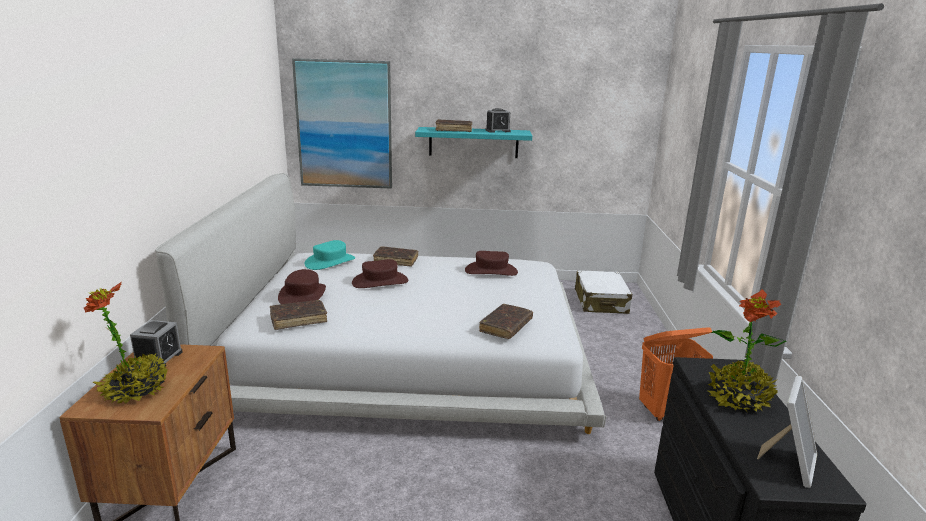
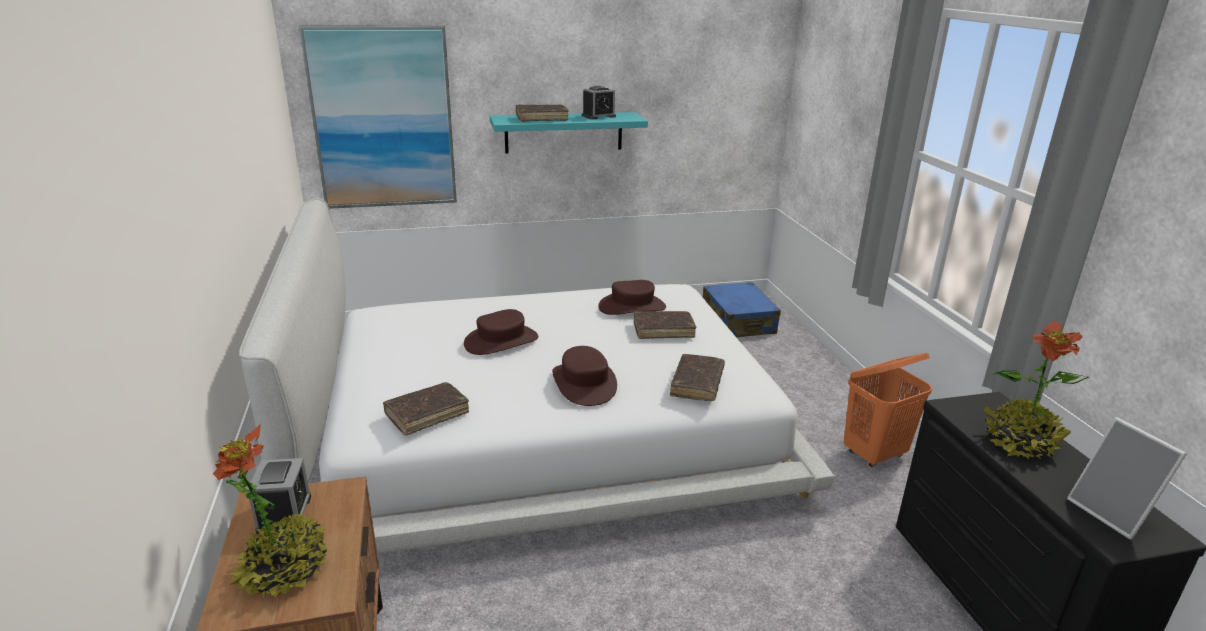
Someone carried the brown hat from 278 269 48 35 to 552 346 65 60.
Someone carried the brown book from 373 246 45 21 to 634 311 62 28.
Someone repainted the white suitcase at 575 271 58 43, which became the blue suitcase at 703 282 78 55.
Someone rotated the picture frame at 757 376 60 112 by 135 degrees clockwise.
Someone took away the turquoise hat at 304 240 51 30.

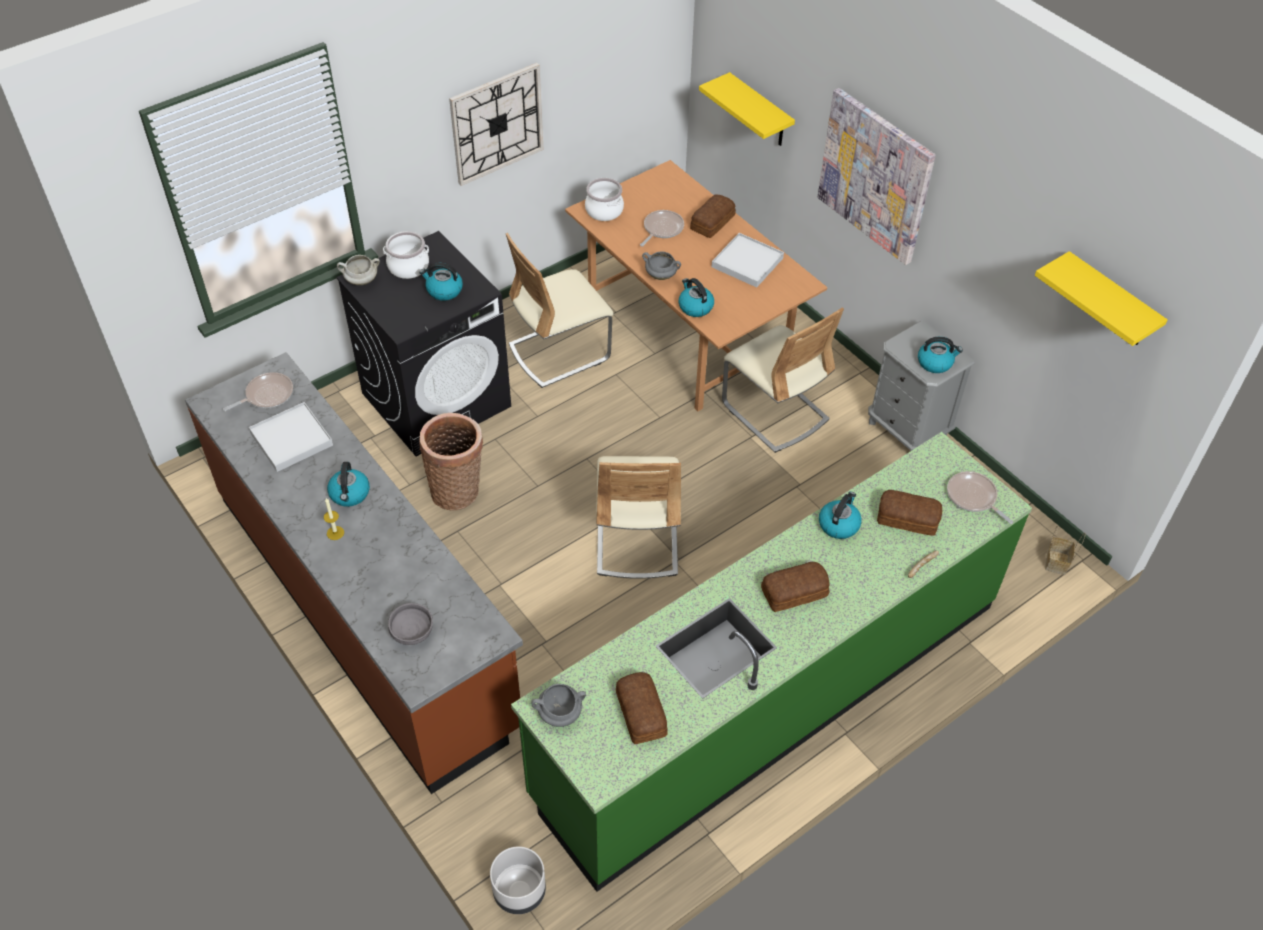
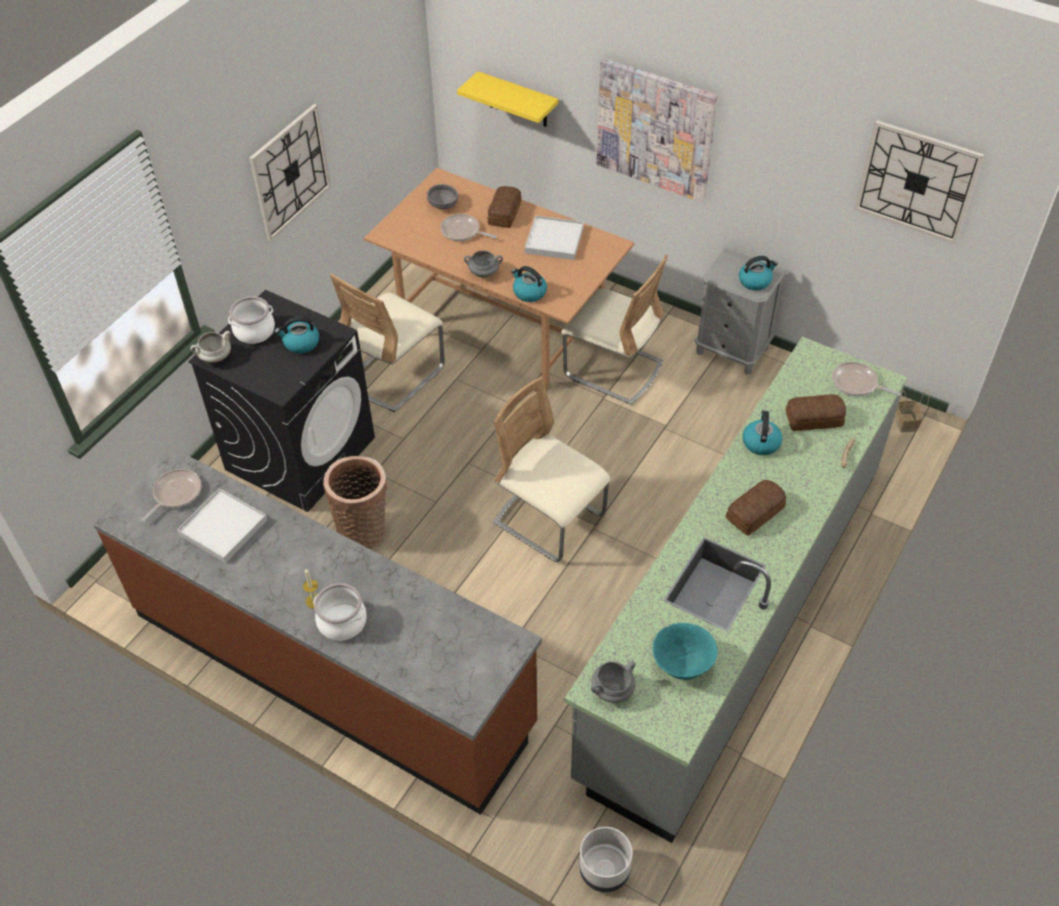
Someone carried the cooking pot from 585 178 39 43 to 313 583 54 58.
Someone carried the grey bowl from 388 603 45 42 to 427 184 31 25.
Someone rotated the frying pan at 640 210 44 36 by 75 degrees counterclockwise.
Someone rotated the beige chair at 596 456 85 123 by 150 degrees clockwise.
Someone repainted the green counter at 511 432 521 460, which became the grey counter at 564 337 343 506.
Someone swapped the bread at 616 672 52 72 for the turquoise bowl at 653 623 65 57.
Someone swapped the yellow shelf at 1035 251 133 95 for the wall clock at 855 120 129 124.
Someone took away the kettle at 327 462 43 45.

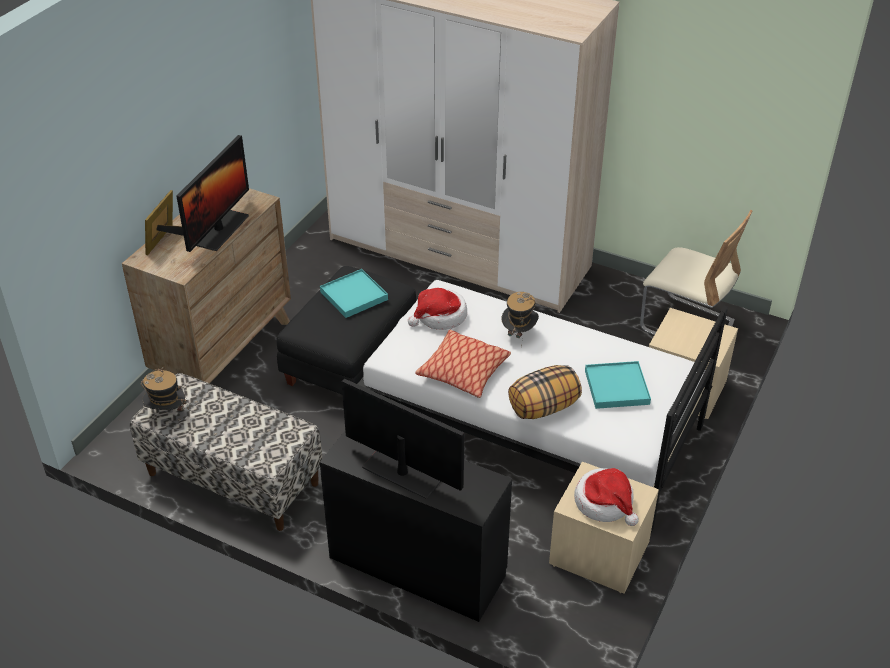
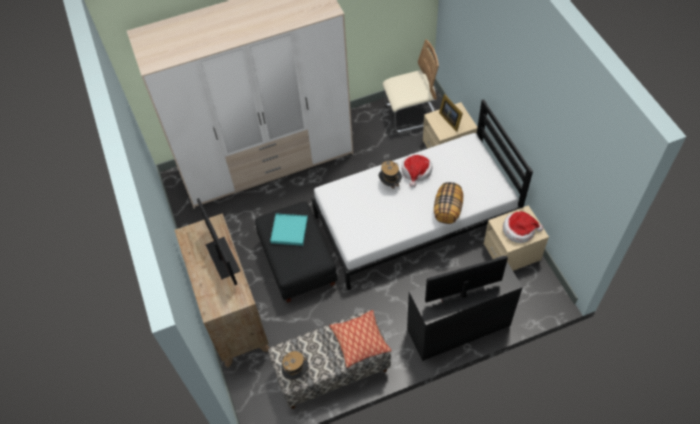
Someone carried the pillow from 415 330 96 68 to 329 310 63 58.
Someone carried the hat from 408 288 59 42 to 402 153 30 34.
Someone carried the picture frame from 145 190 39 65 to 439 94 24 38.
Someone took away the turquoise tray at 585 361 66 48.

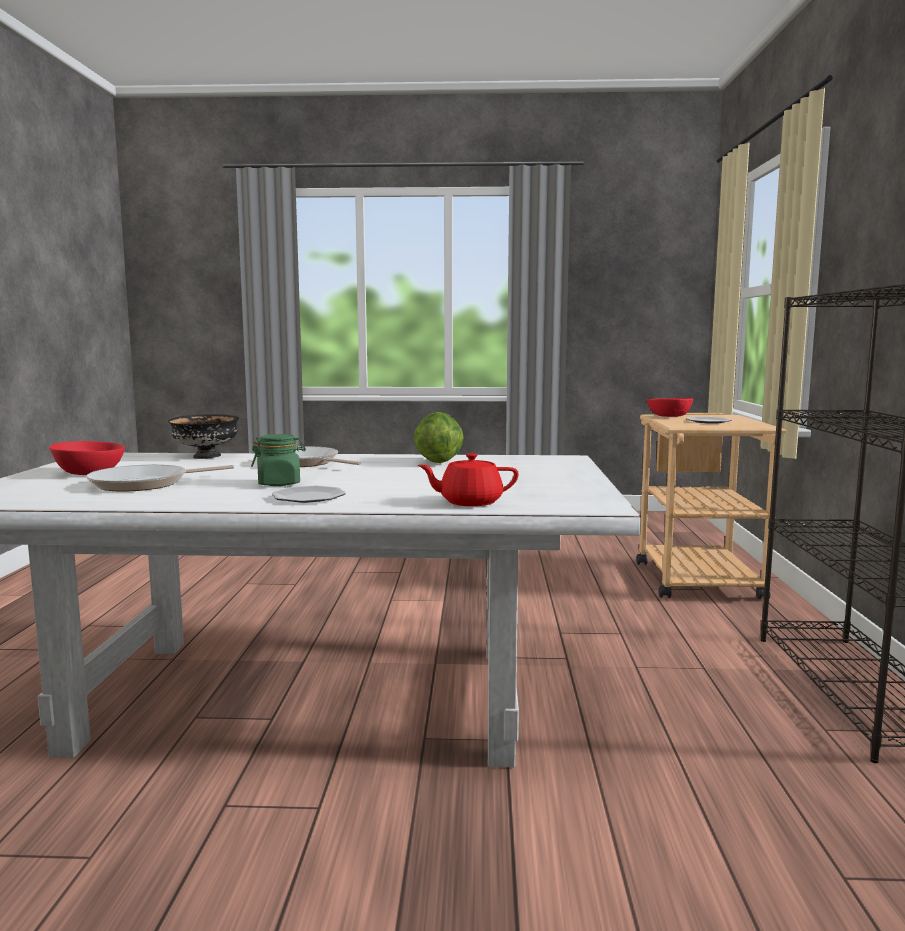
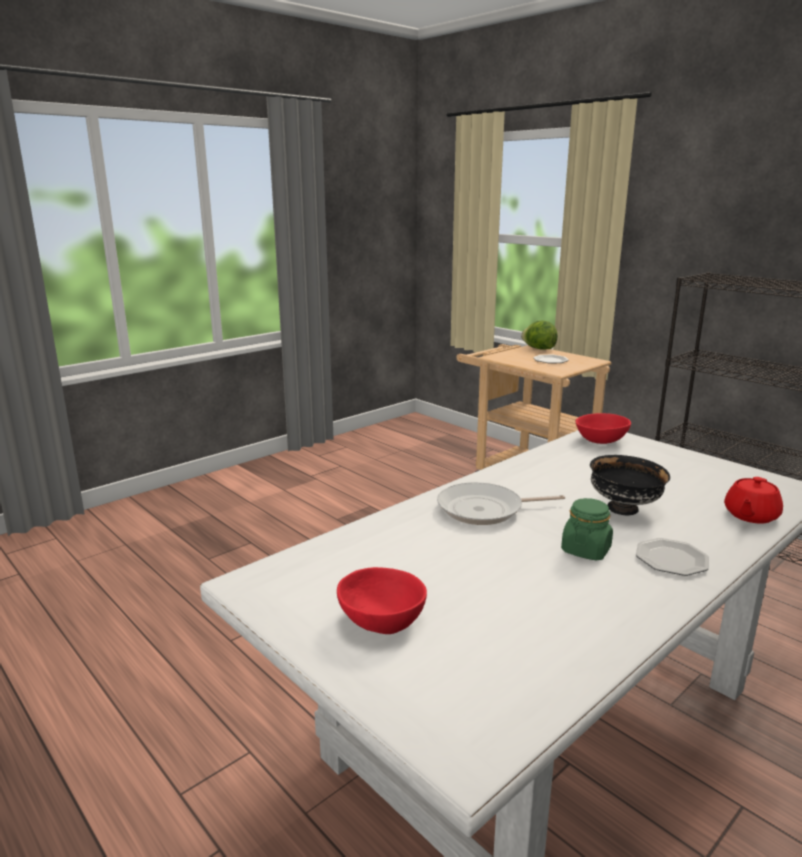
Someone carried the lettuce from 414 412 50 51 to 521 320 37 30.
Someone carried the red bowl from 647 398 46 19 to 576 413 55 31.
Someone carried the black bowl from 168 414 71 45 to 590 455 80 60.
Someone took away the frying pan at 86 465 148 27.

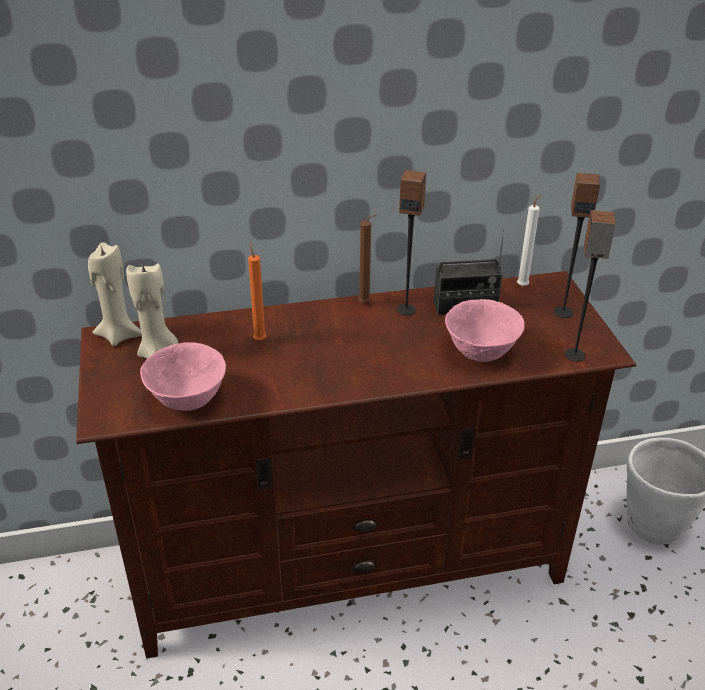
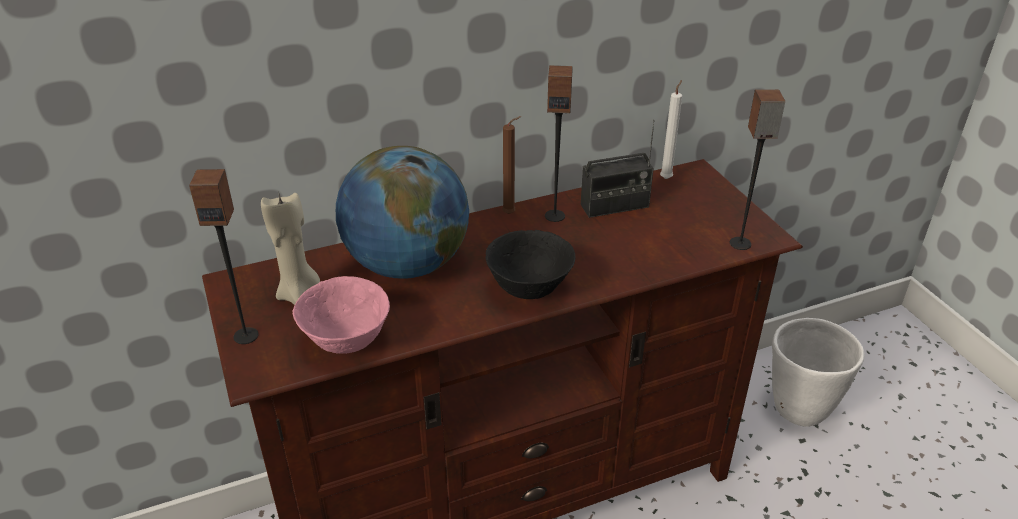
Someone carried the speaker from 554 173 46 145 to 189 169 70 175.
Someone swapped the orange candle at 248 242 18 99 for the globe at 336 146 133 133.
Someone put down the black bowl at 485 230 90 69.
Someone took away the beige candle at 88 242 54 104.
Someone took away the pink bowl at 445 299 80 63.

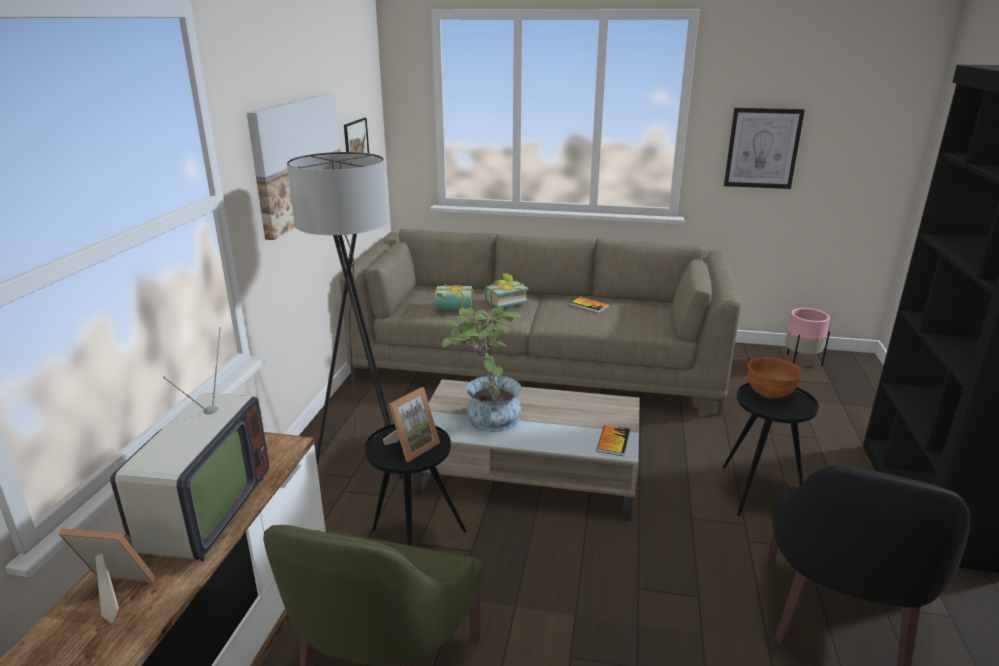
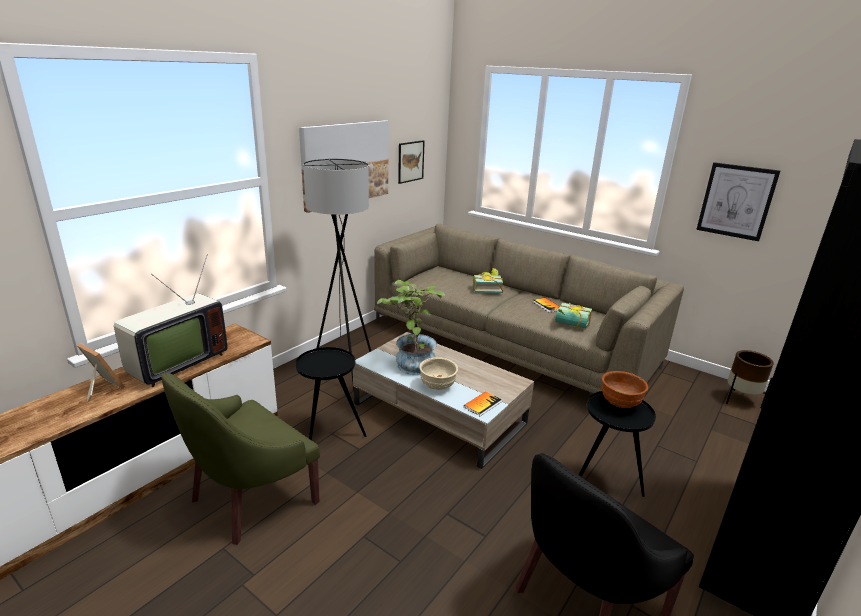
Someone put down the beige bowl at 419 357 39 33.
Someone carried the book from 435 284 38 26 to 556 303 36 25.
Someone repainted the pink planter at 785 308 45 58, which became the brown planter at 726 350 48 58.
Someone took away the picture frame at 383 387 57 75.

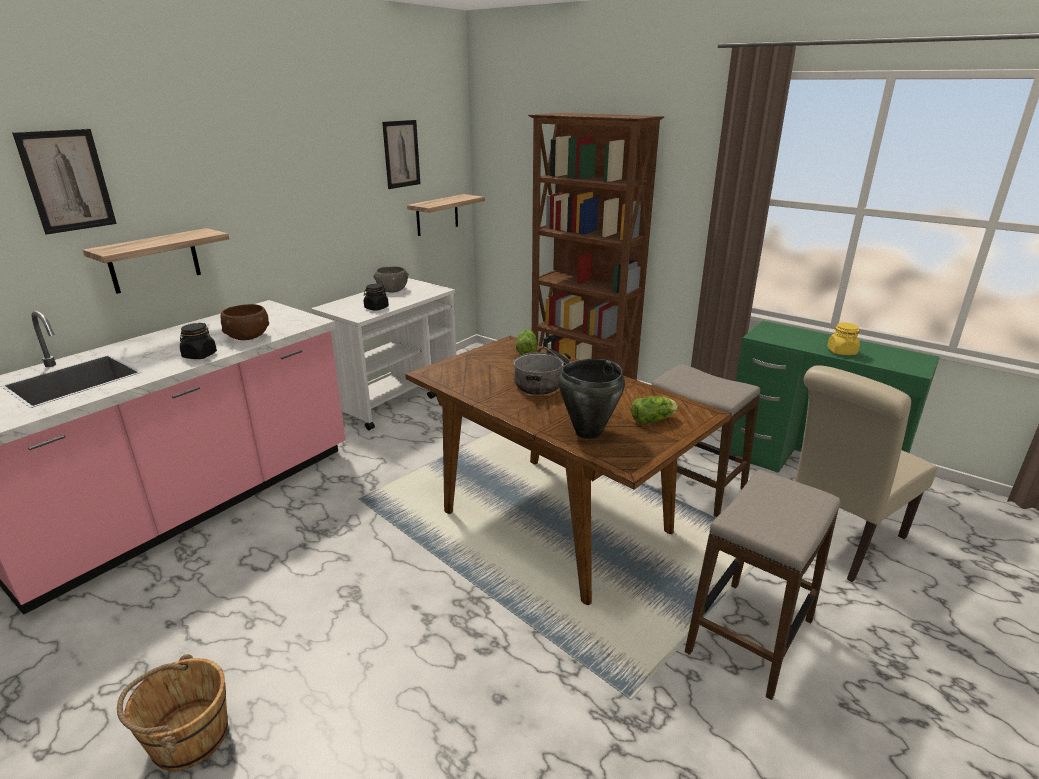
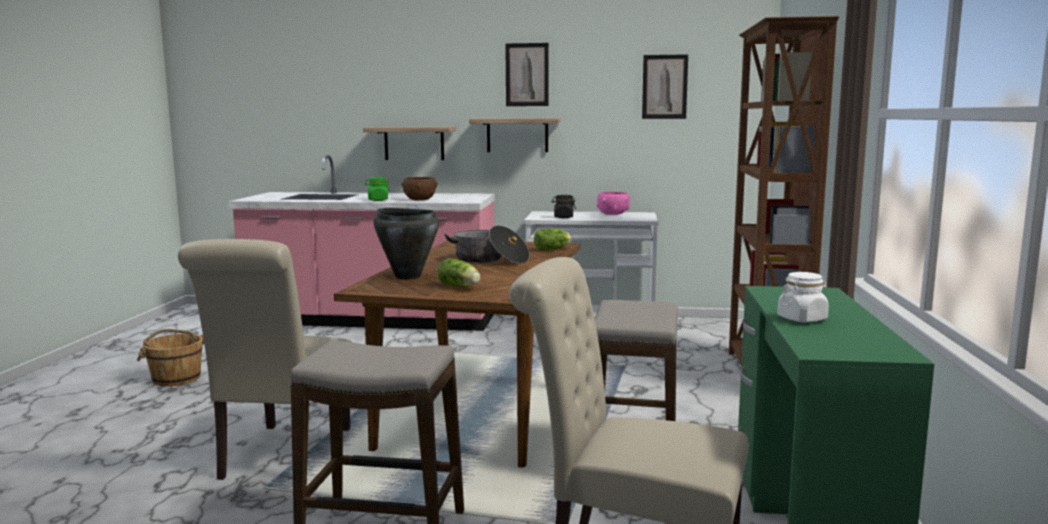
Someone put down the beige chair at 178 239 174 241.
Someone repainted the black jar at 180 323 37 36, which became the green jar at 365 177 25 24.
Someone carried the shelf from 407 194 78 42 to 469 118 92 34.
Someone carried the picture from 12 129 105 106 to 505 43 44 63.
Someone repainted the grey bowl at 374 266 35 27, which became the pink bowl at 597 192 33 23.
Someone repainted the yellow jar at 827 323 33 32, which became the white jar at 778 272 51 50.

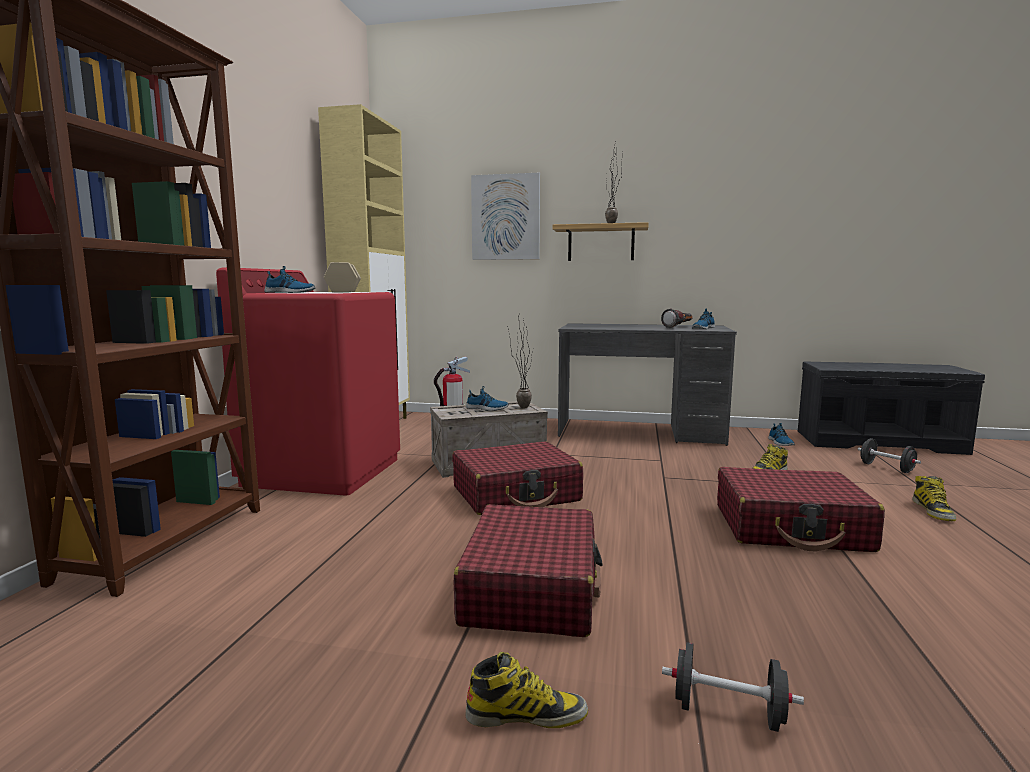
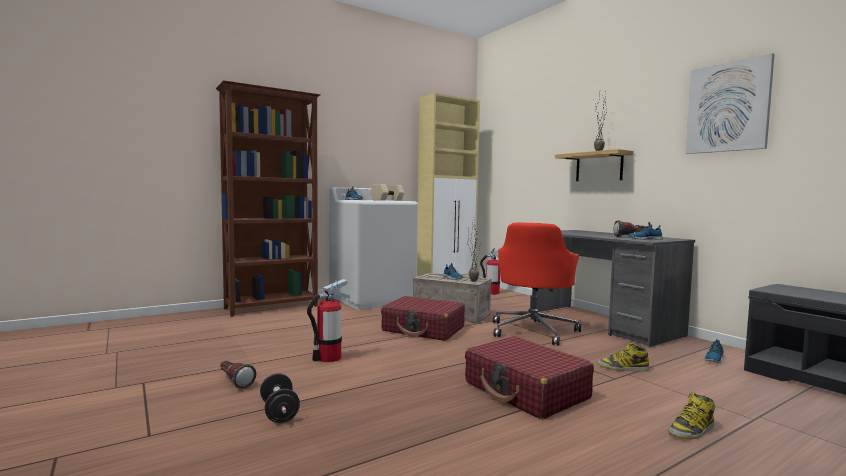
Someone swapped the boot at 466 652 122 76 for the flashlight at 220 361 36 28.
Someone swapped the red suitcase at 454 504 149 133 for the fire extinguisher at 307 279 43 83.
Someone repainted the red washing machine at 216 267 184 229, which became the white washing machine at 329 187 89 123.
Someone put down the red office chair at 493 223 88 123.
Someone carried the picture from 471 173 69 87 to 685 53 90 101.
Someone took away the black dumbbell at 858 438 63 35.

